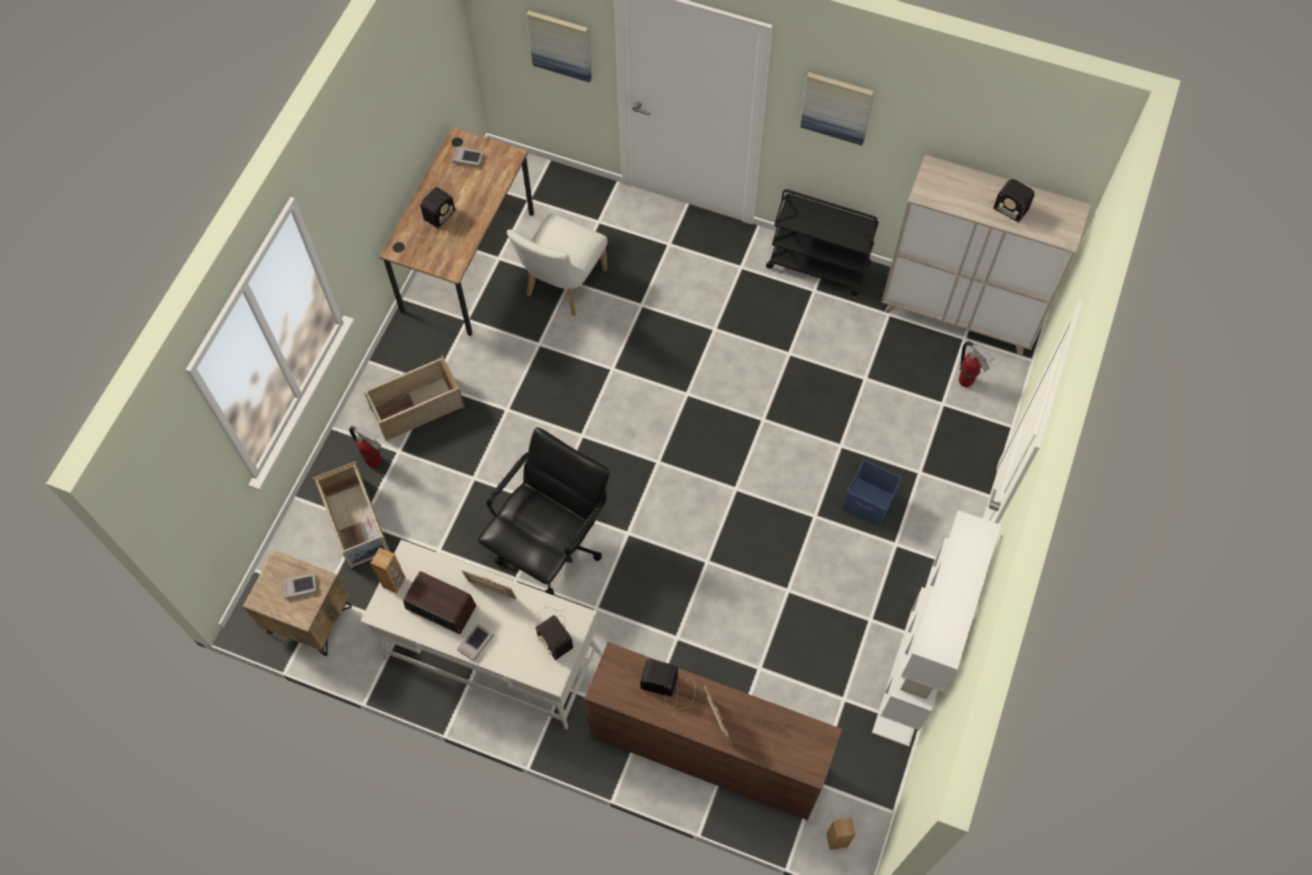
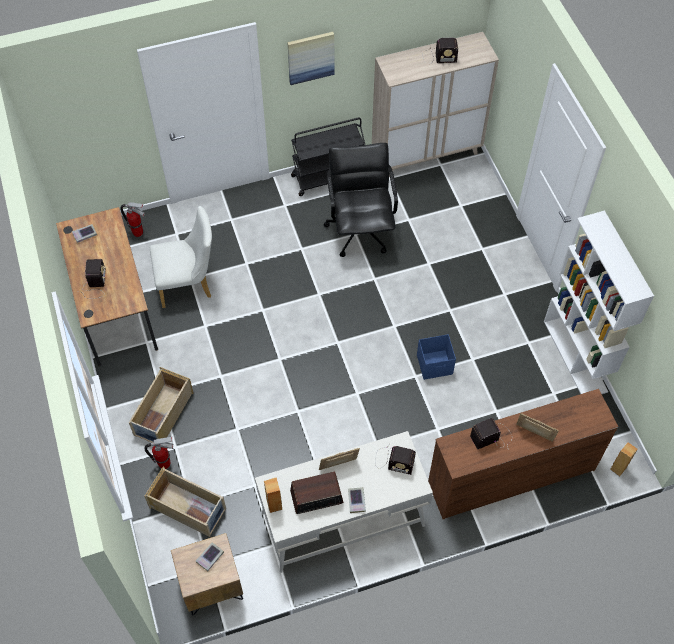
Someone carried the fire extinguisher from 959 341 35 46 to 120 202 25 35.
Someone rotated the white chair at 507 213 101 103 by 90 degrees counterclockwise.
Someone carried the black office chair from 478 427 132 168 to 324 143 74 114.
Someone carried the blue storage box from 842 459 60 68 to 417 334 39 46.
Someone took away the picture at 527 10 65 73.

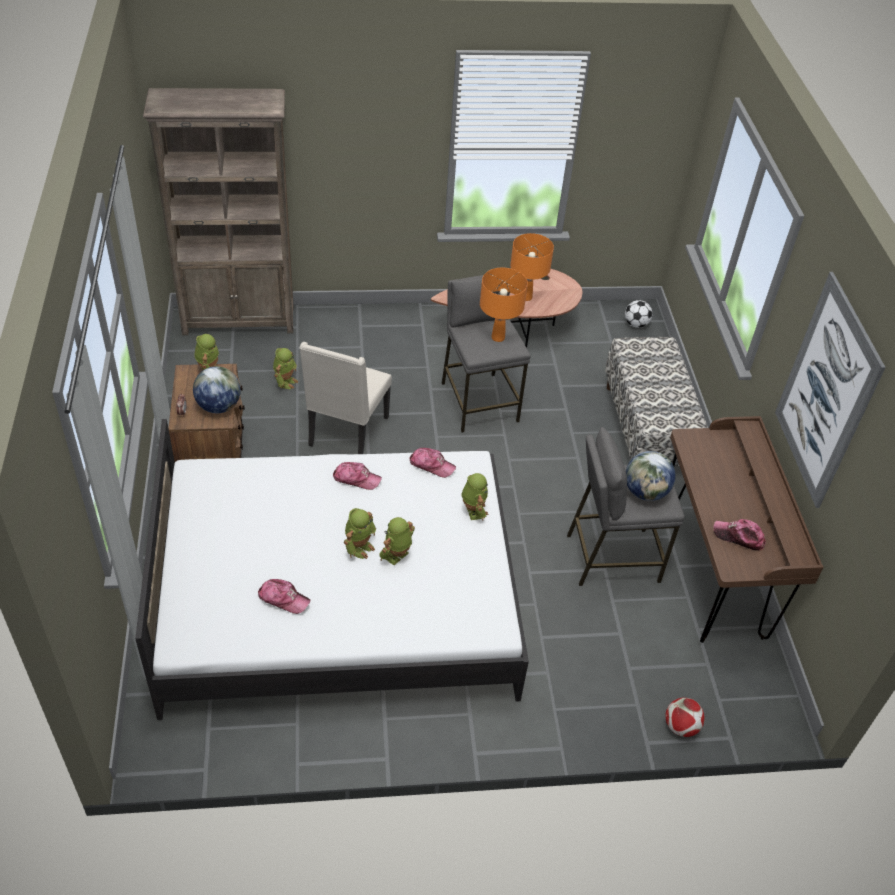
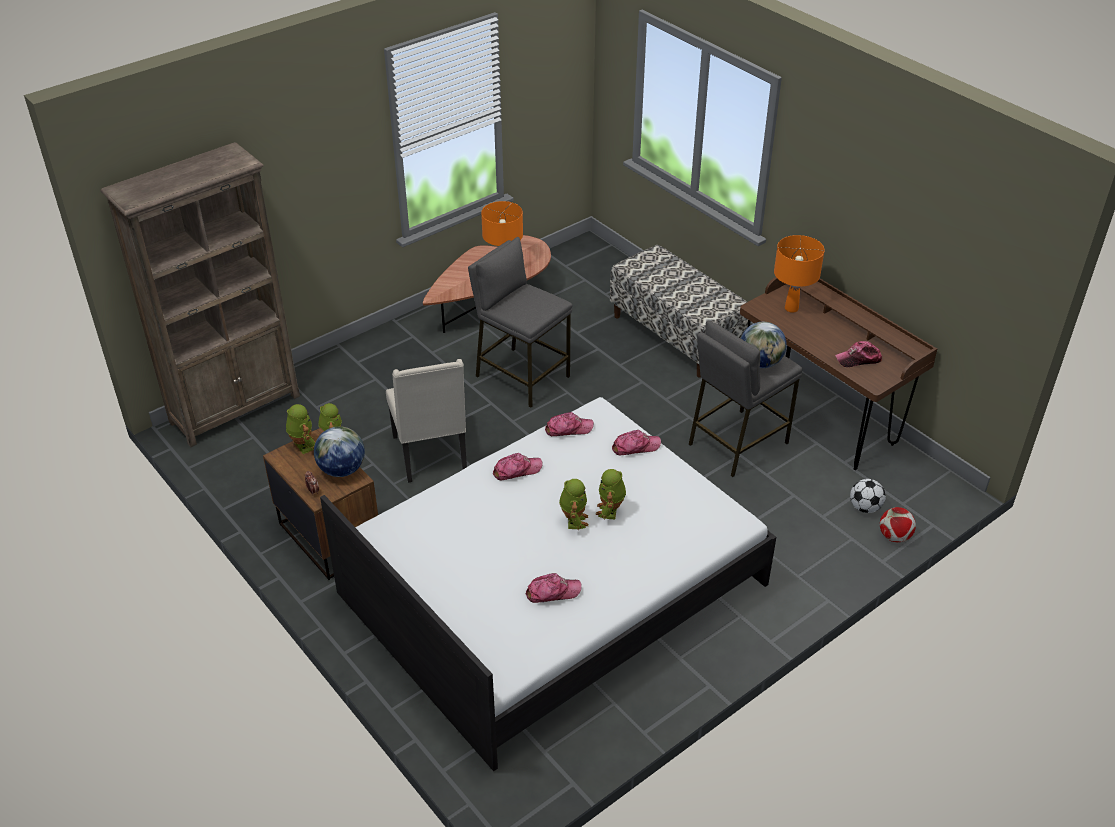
Someone swapped the toy robot at 462 473 27 47 for the cap at 612 430 49 25.
Someone carried the orange table lamp from 480 268 48 74 to 774 235 51 78.
Someone carried the football from 625 300 28 28 to 850 479 36 34.
Someone took away the picture at 775 272 111 236.

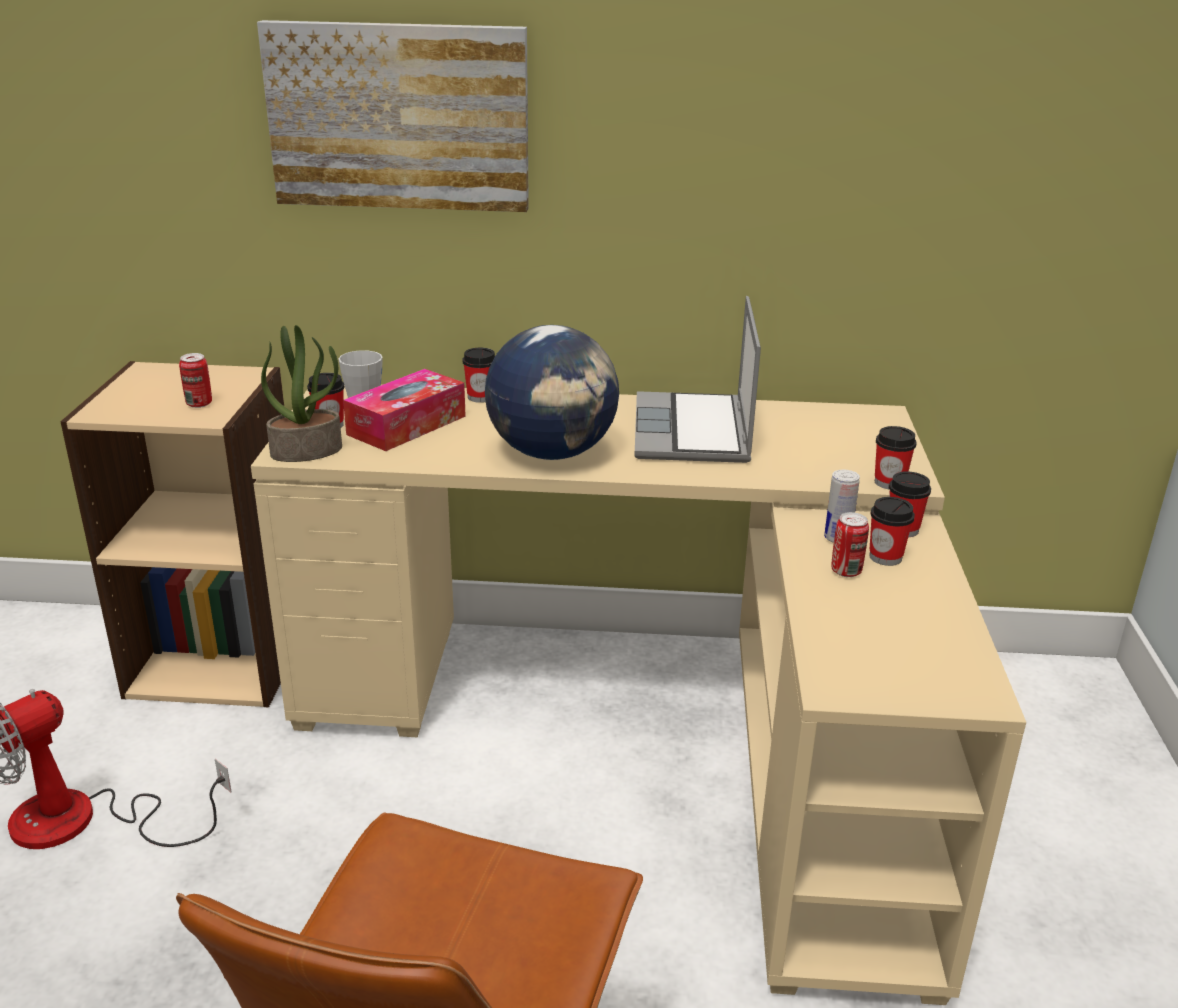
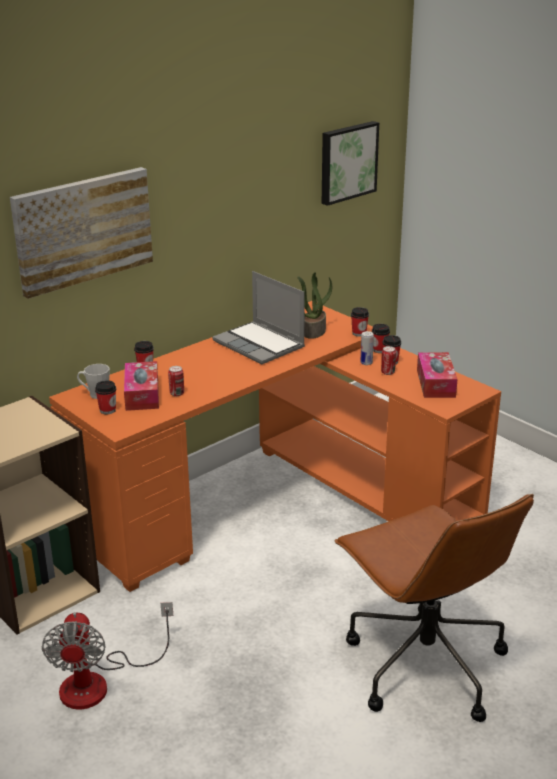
Someone repainted the beige desk at 251 385 775 620, which became the orange desk at 49 301 452 291.
Someone carried the can from 179 353 33 55 to 168 366 16 30.
Someone carried the potted plant from 261 325 81 137 to 297 272 35 67.
Someone put up the picture at 322 121 57 85.
Someone put down the tissue box at 417 352 40 46.
Someone took away the globe at 485 325 134 135.

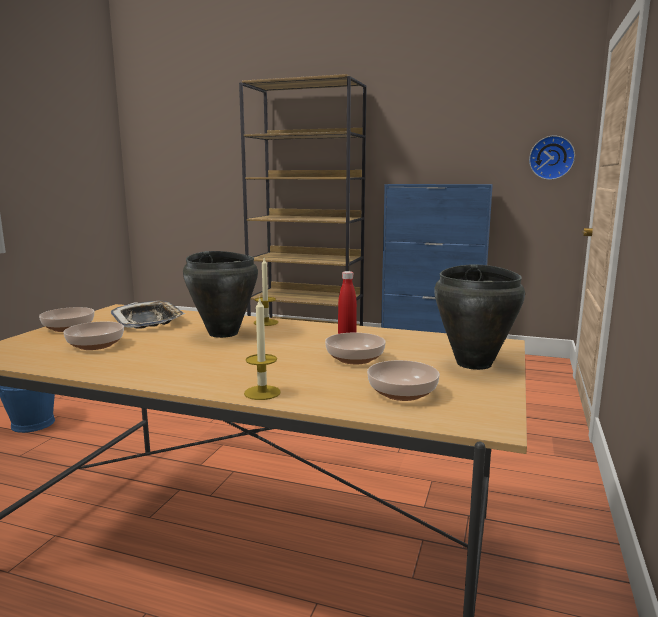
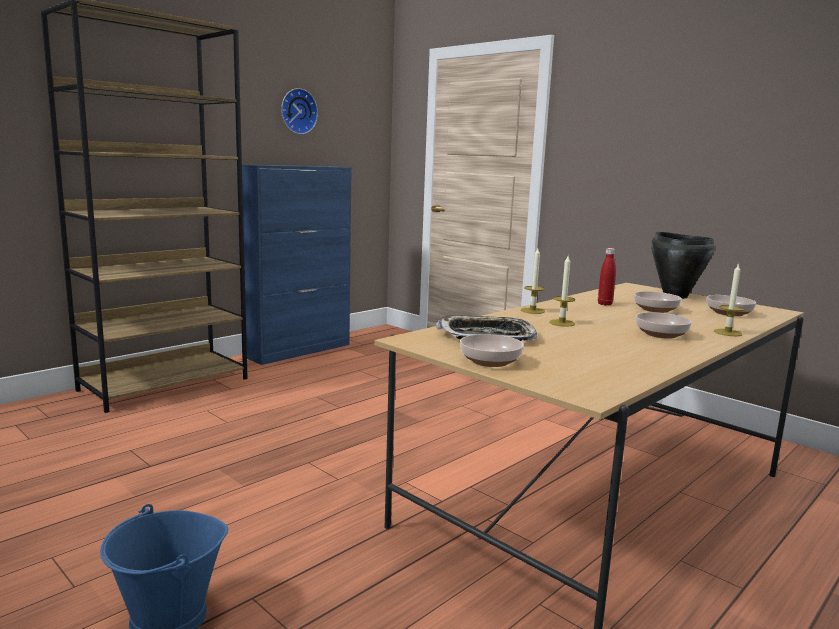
Someone carried the wall clock from 529 135 46 45 to 281 88 37 46.
Someone swapped the black cooking pot at 183 251 75 87 for the candle at 549 256 27 71.
Someone carried the bowl from 63 321 61 29 to 636 312 56 27.

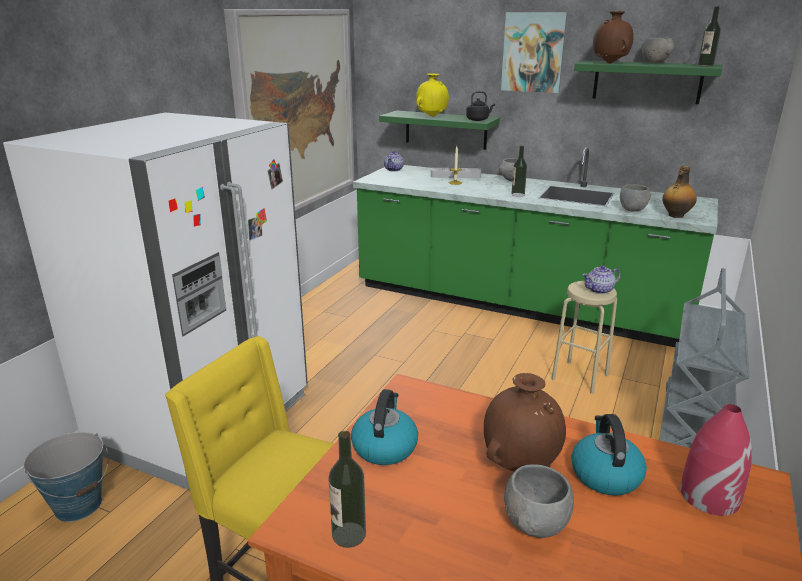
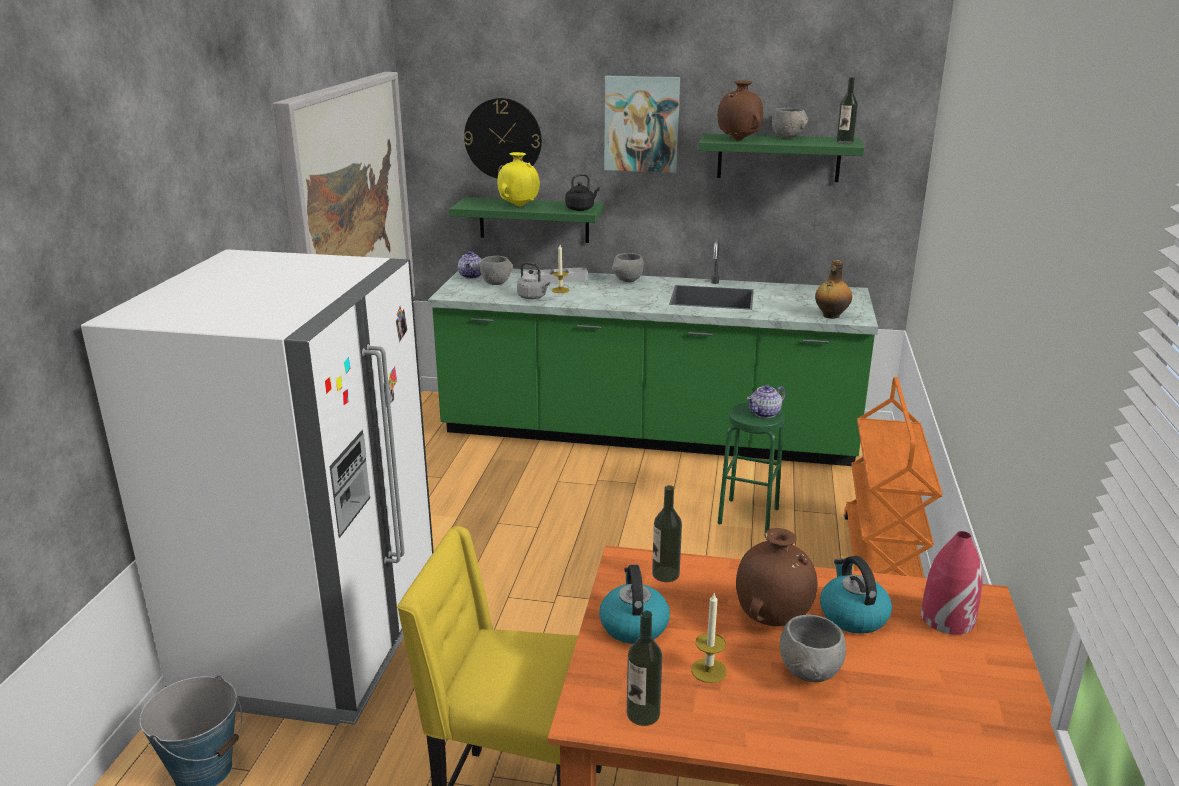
Someone put up the wall clock at 464 98 78 81.
Someone carried the grey bowl from 620 184 31 28 to 480 256 33 29.
Someone put down the grey kettle at 517 262 33 37.
Someone carried the bottle from 511 146 16 51 to 652 485 30 97.
Someone put down the candle at 691 593 36 90.
Someone repainted the beige stool at 551 281 66 113, which became the green stool at 718 403 67 129.
Someone repainted the grey cart at 659 268 91 180, which became the orange cart at 844 377 99 201.

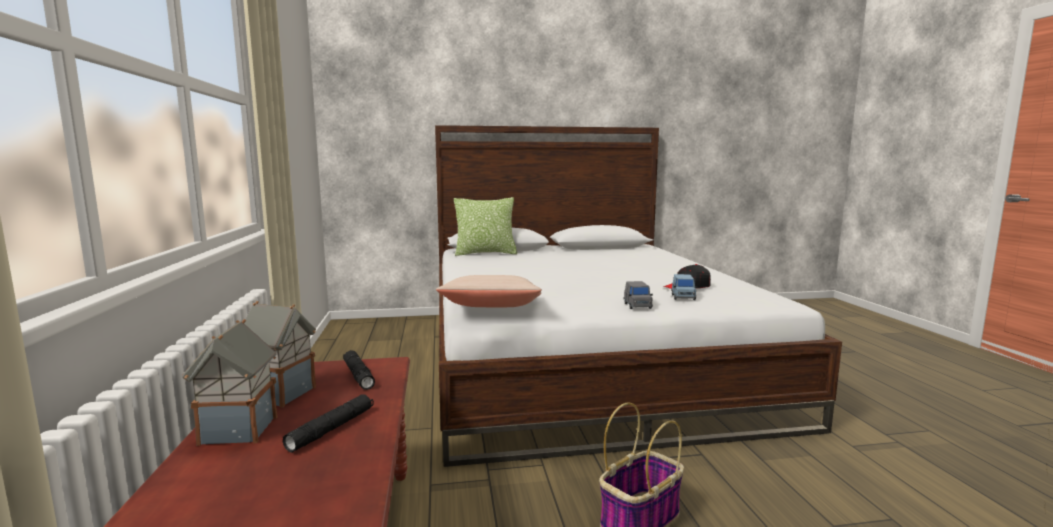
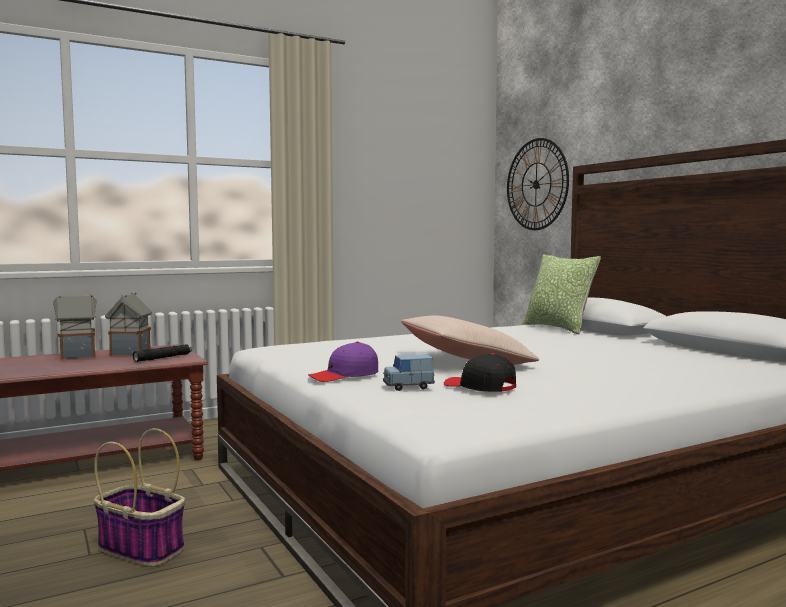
Someone swapped the grey toy car at 623 281 30 28 for the purple cap at 308 342 70 40.
Someone carried the beige pillow from 436 275 106 32 to 401 315 138 50.
Someone put up the wall clock at 507 138 62 92.
Someone took away the black flashlight at 283 394 91 59.

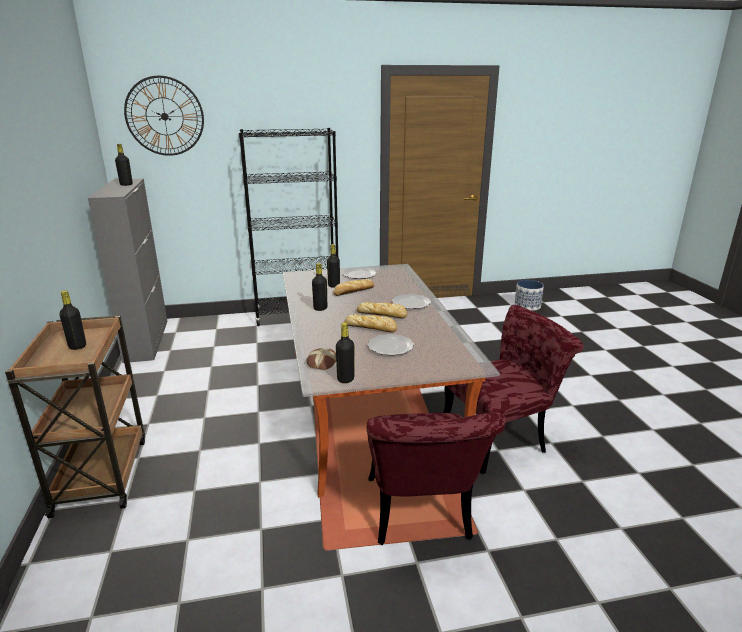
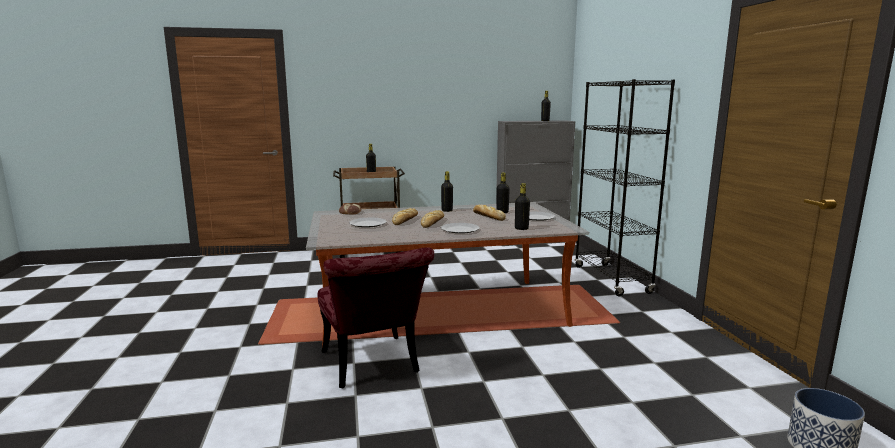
Someone carried the black bottle from 336 323 18 60 to 515 183 15 47.
Someone took away the wall clock at 124 76 80 80.
Someone took away the red chair at 367 412 139 133.

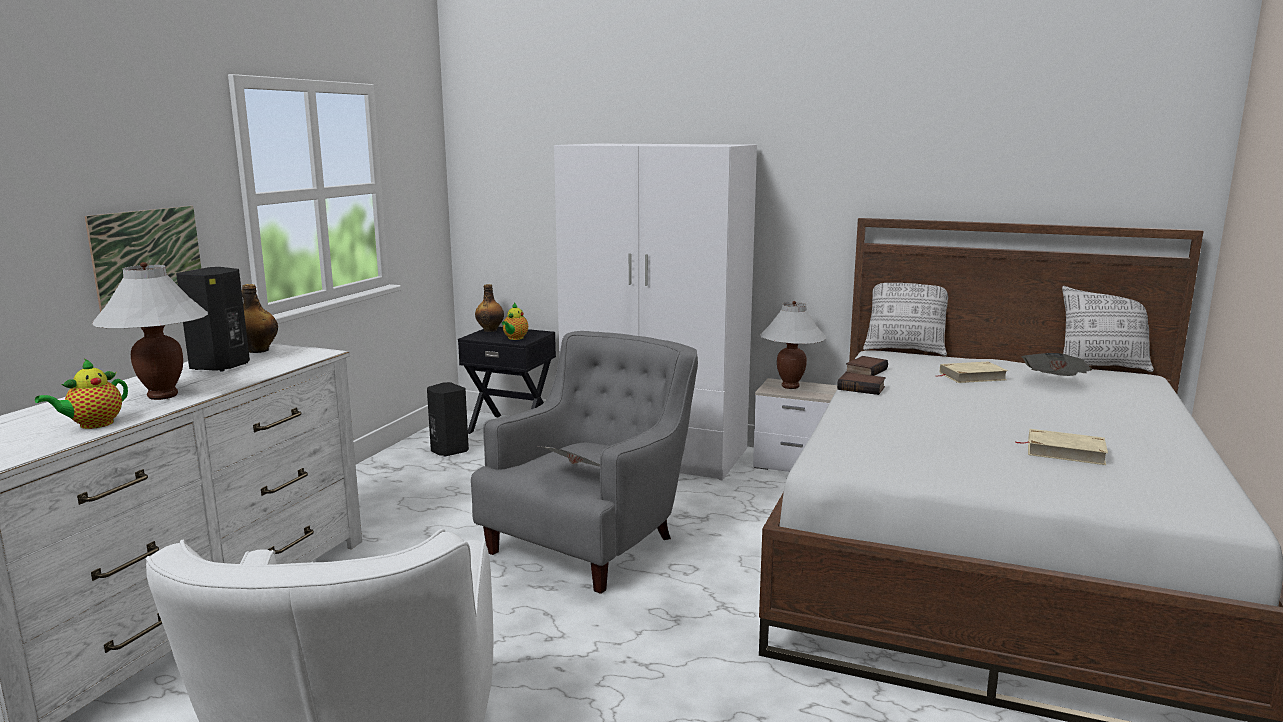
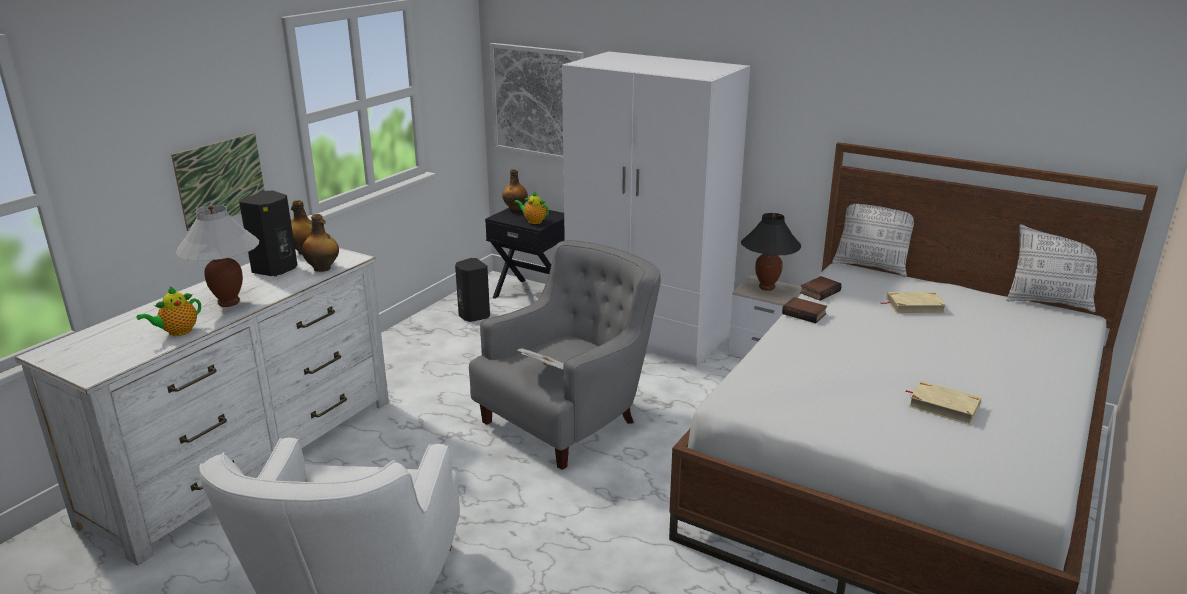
Someone put down the bottle at 302 214 37 58.
Someone put up the picture at 490 43 94 117.
Someone rotated the teapot at 502 303 26 37 by 90 degrees clockwise.
Someone repainted the white table lamp at 760 301 66 88, which became the black table lamp at 741 213 60 78.
Someone took away the newspaper at 1021 353 71 23.

